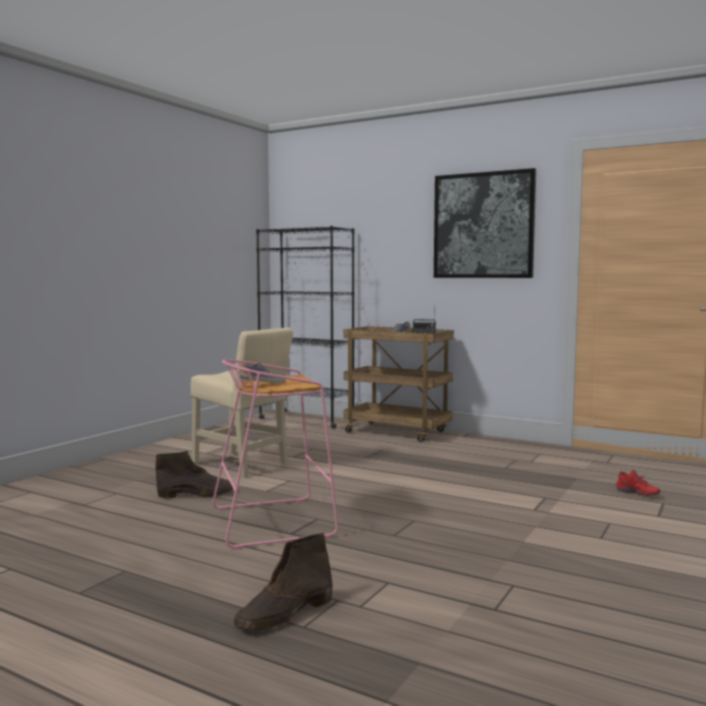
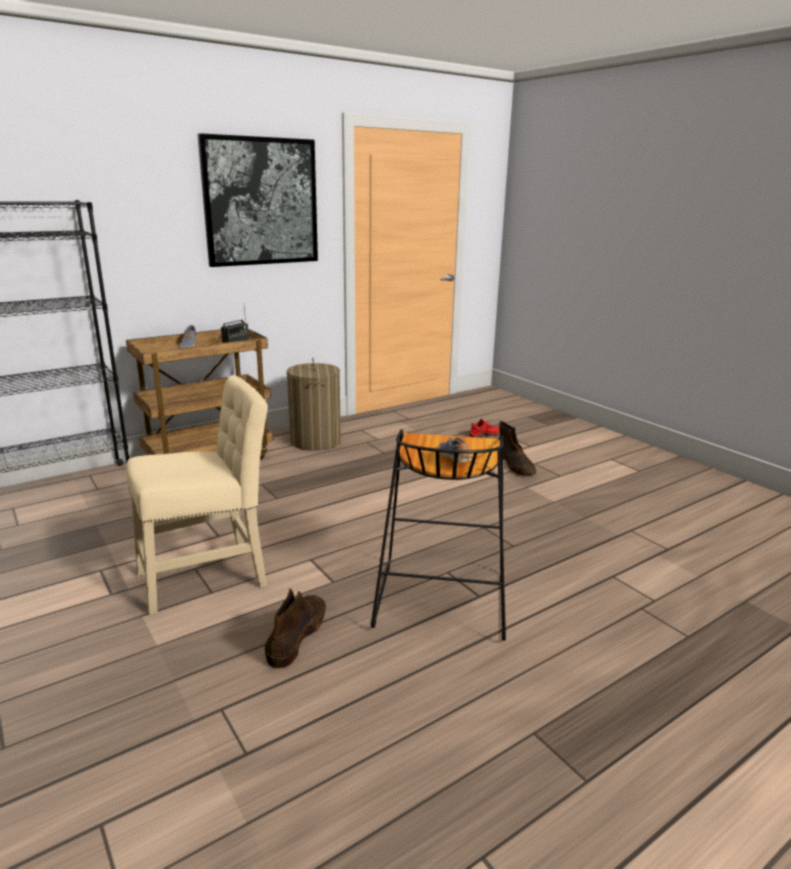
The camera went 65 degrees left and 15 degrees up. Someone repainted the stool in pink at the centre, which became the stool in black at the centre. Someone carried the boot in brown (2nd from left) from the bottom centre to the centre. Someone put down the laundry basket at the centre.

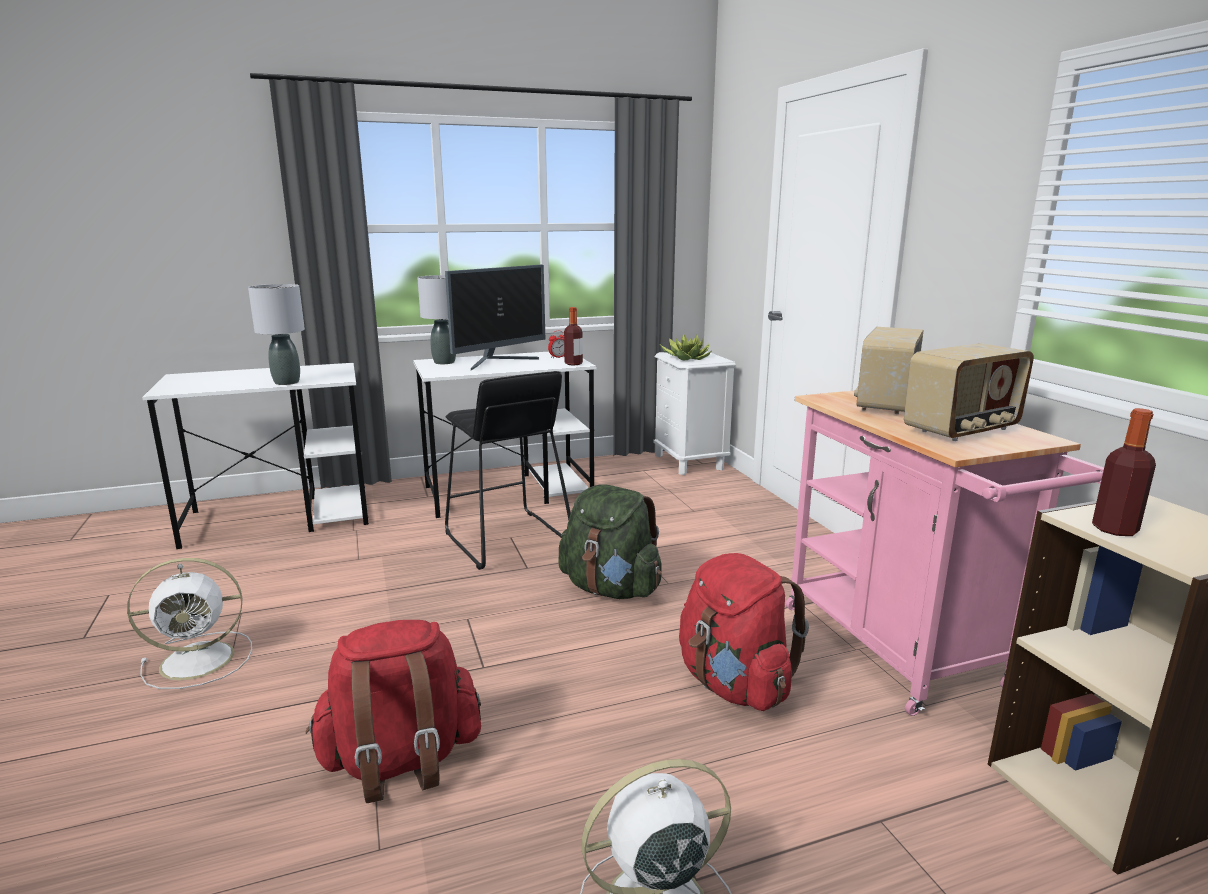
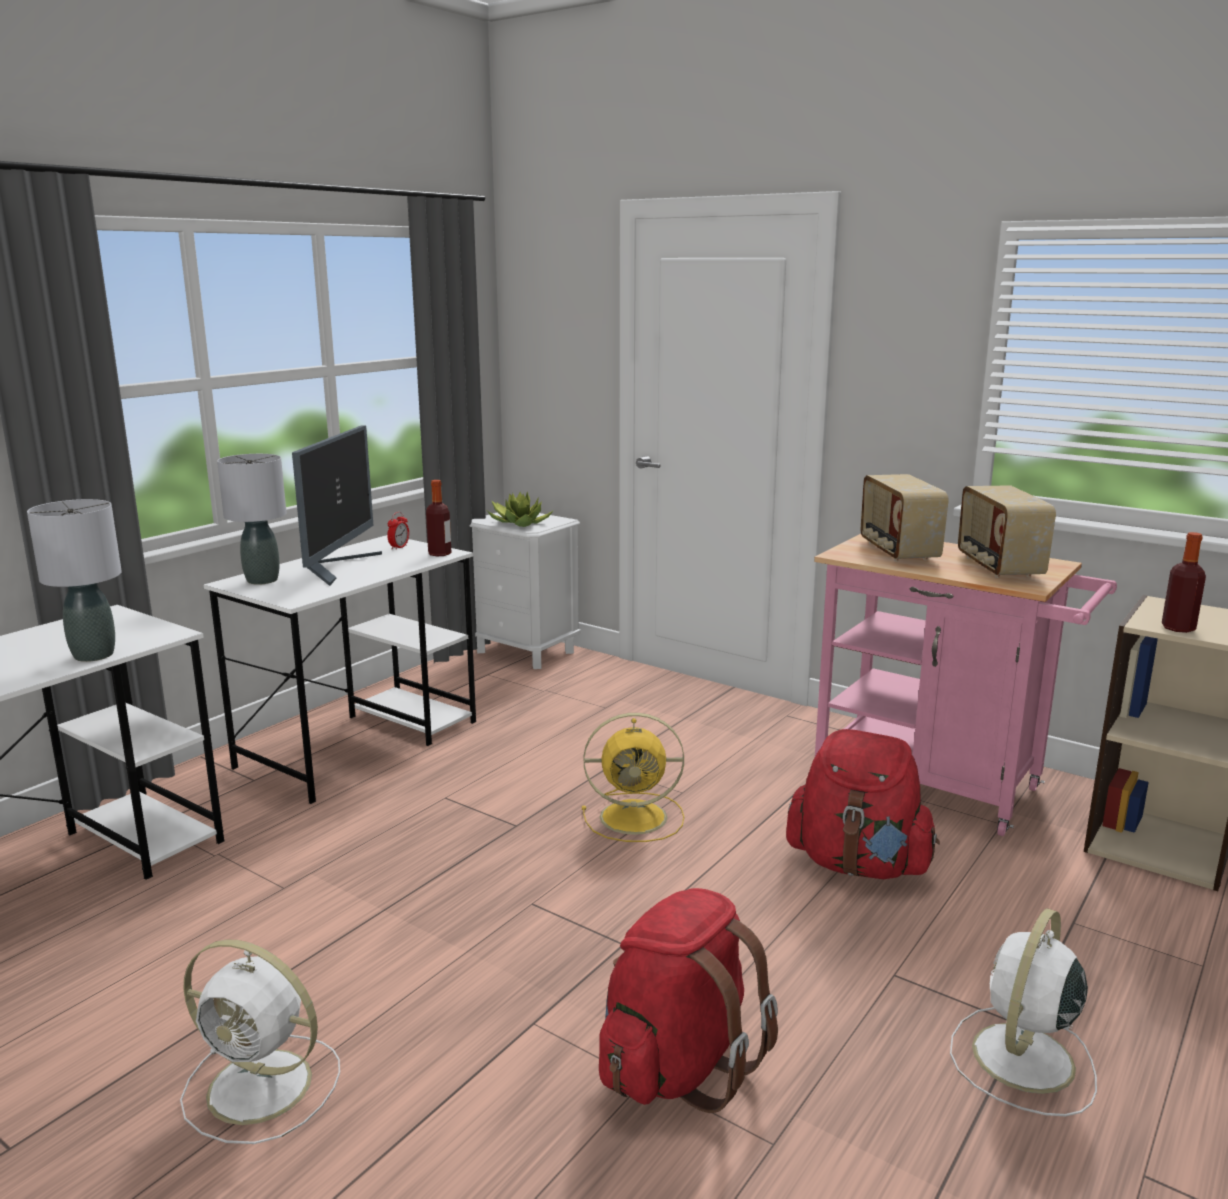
The camera went 35 degrees left and 0 degrees up. Someone rotated the radio (2nd from left) at the middle right by 150 degrees clockwise. Someone took away the stool in black at the centre. Someone swapped the backpack in green at the centre for the fan in yellow at the centre. Someone rotated the fan in white (1st from left) at the bottom left by 75 degrees clockwise.

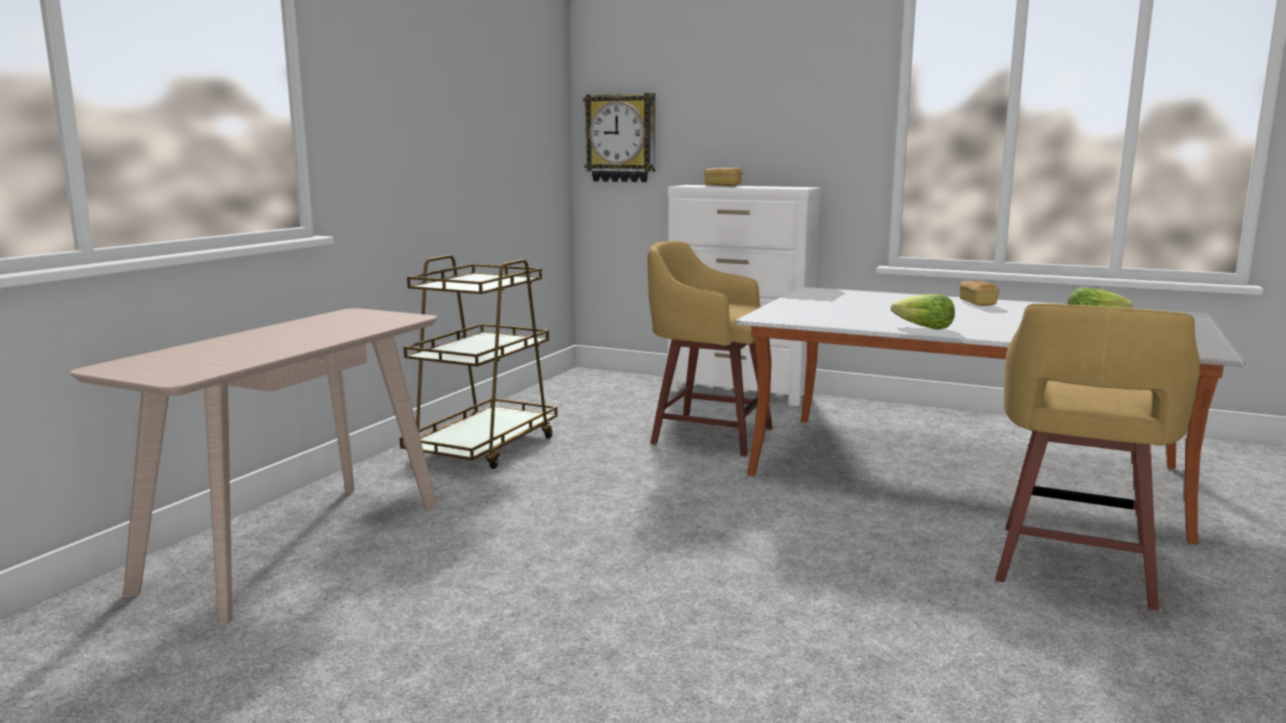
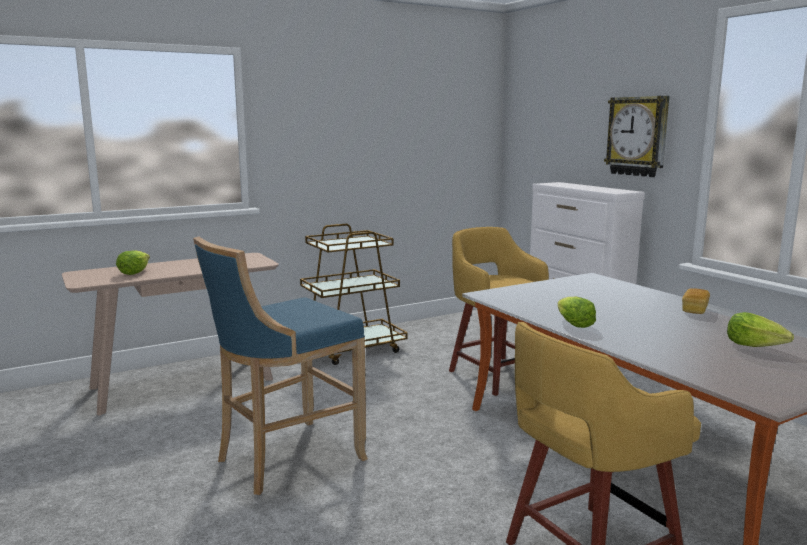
The camera went 35 degrees right and 0 degrees up. Someone carried the wall clock from the top centre to the top right. Someone took away the bread (1st from left) at the top centre. Someone put down the stool in blue at the bottom centre. Someone put down the lettuce (1st from left) at the middle left.

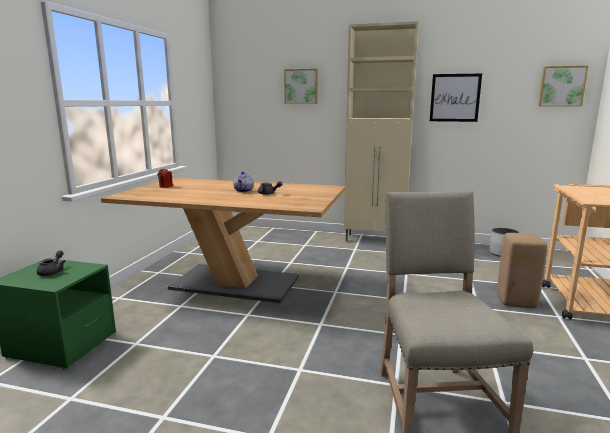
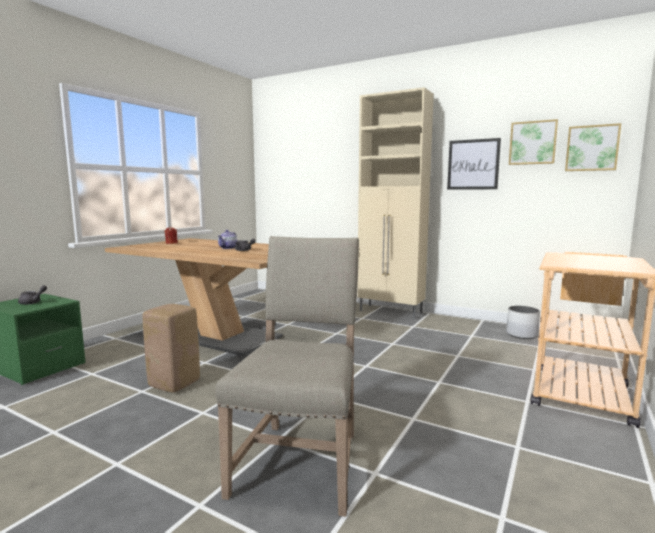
The camera went 15 degrees right and 5 degrees down. Someone carried the picture (1st from left in the first image) from the top centre to the top right. Someone carried the stool in beige from the middle right to the middle left.

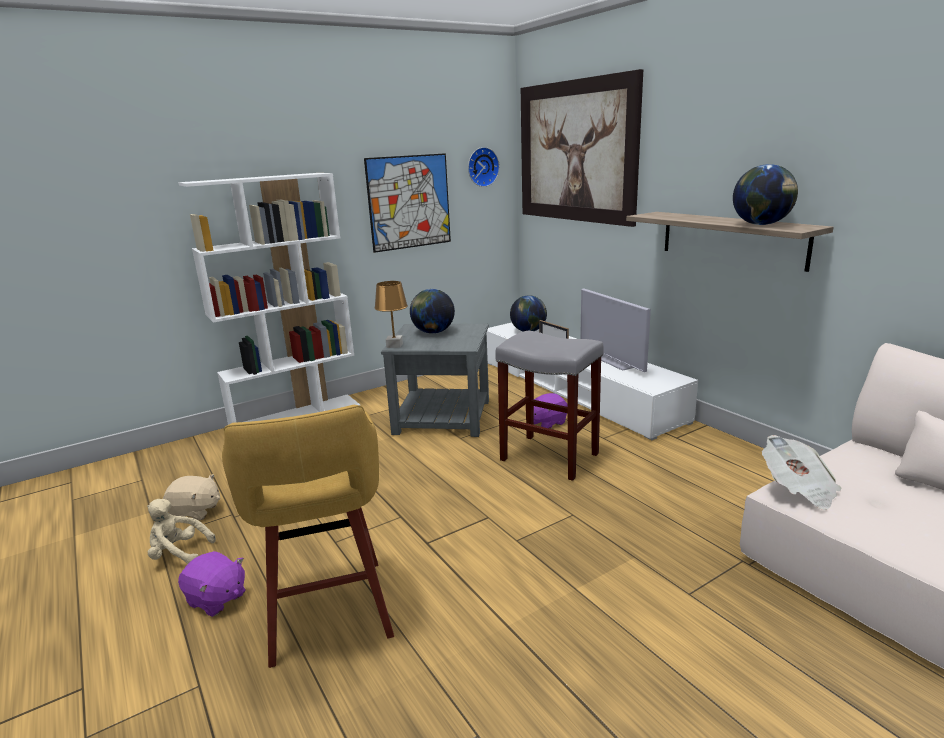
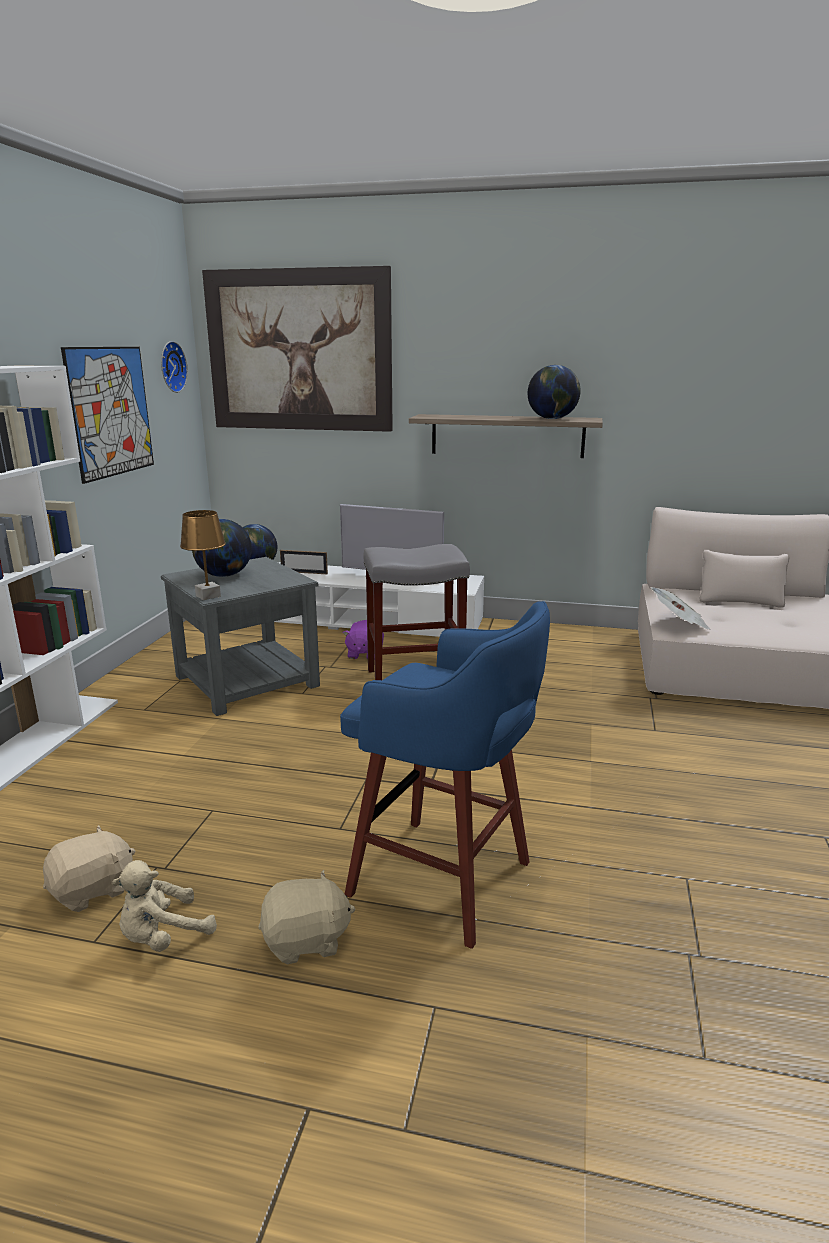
The camera went 45 degrees left and 0 degrees up. Someone repainted the stool in yellow at the bottom left, which became the stool in blue at the centre. Someone repainted the plush toy in purple (1st from left) at the bottom left, which became the plush toy in beige (3rd from left) at the bottom centre.

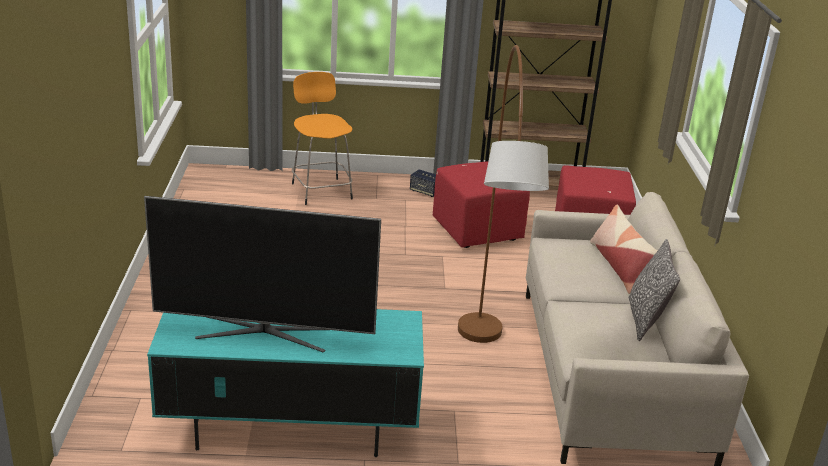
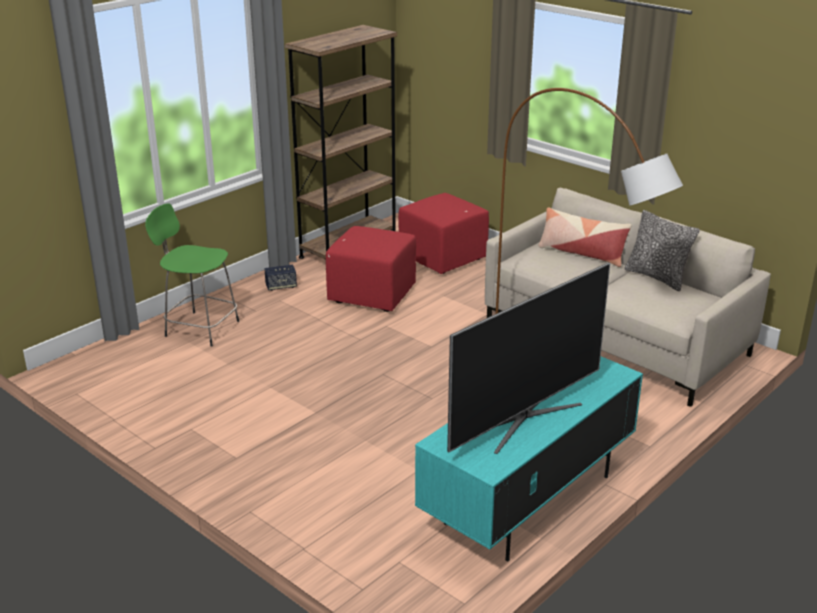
The camera went 45 degrees left and 0 degrees up. Someone repainted the stool in orange at the top centre, which became the stool in green at the middle left.

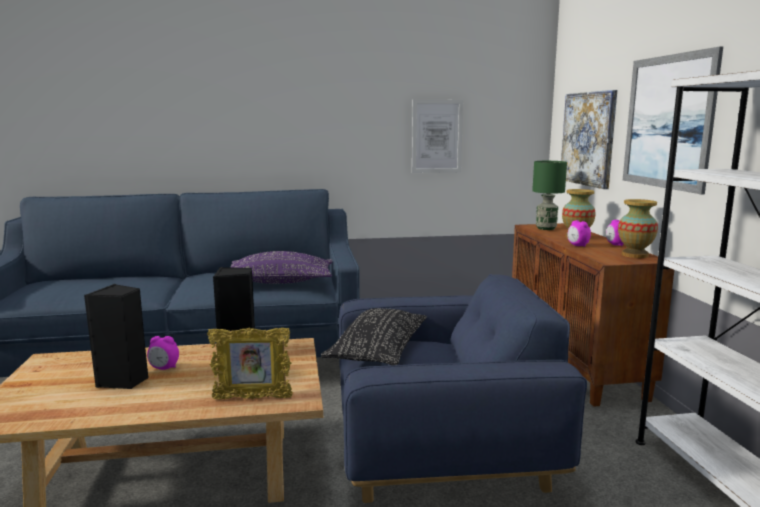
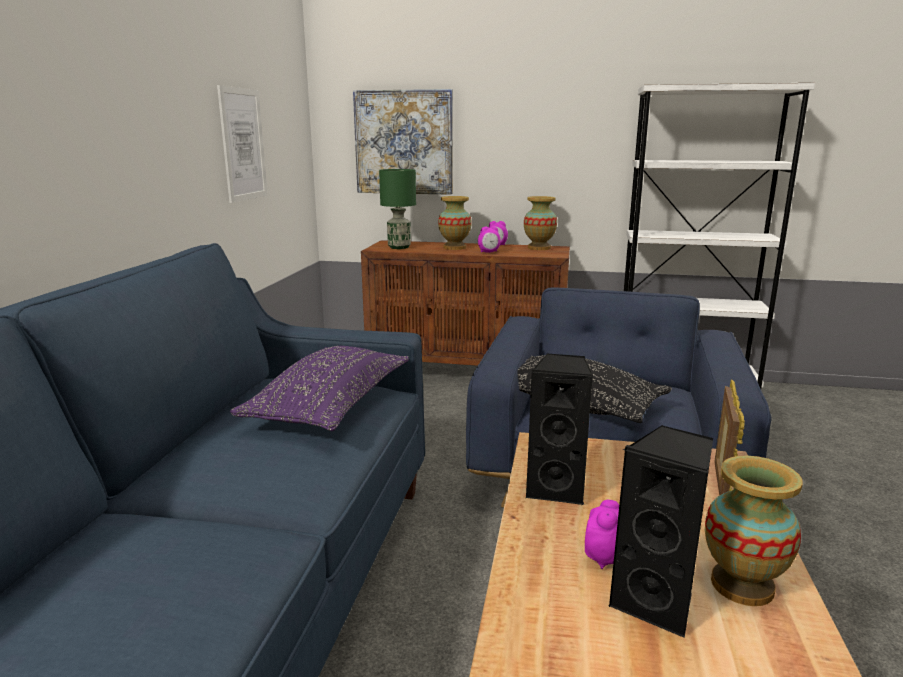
The camera went 70 degrees left and 5 degrees up. Someone took away the picture (3rd from left) at the top right. Someone put down the vase (3rd from left) at the bottom right.

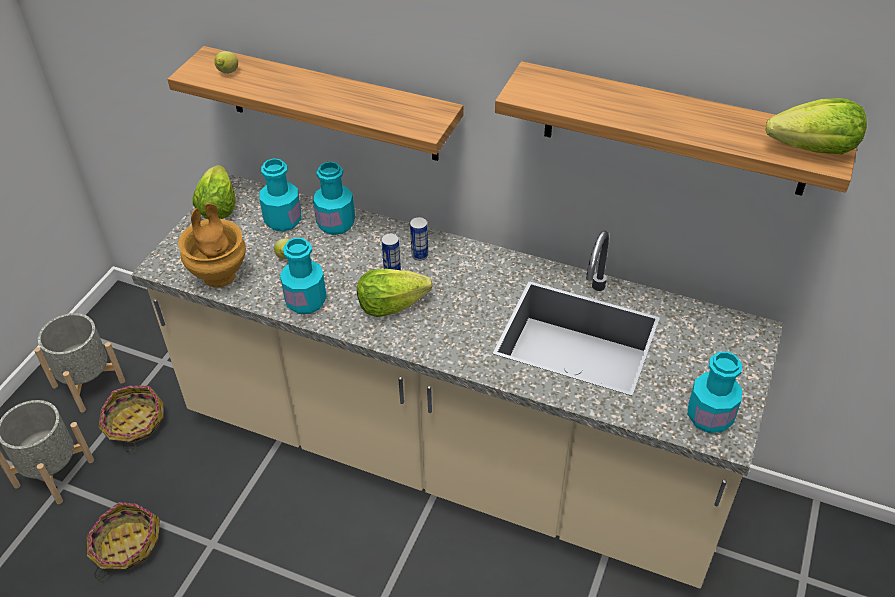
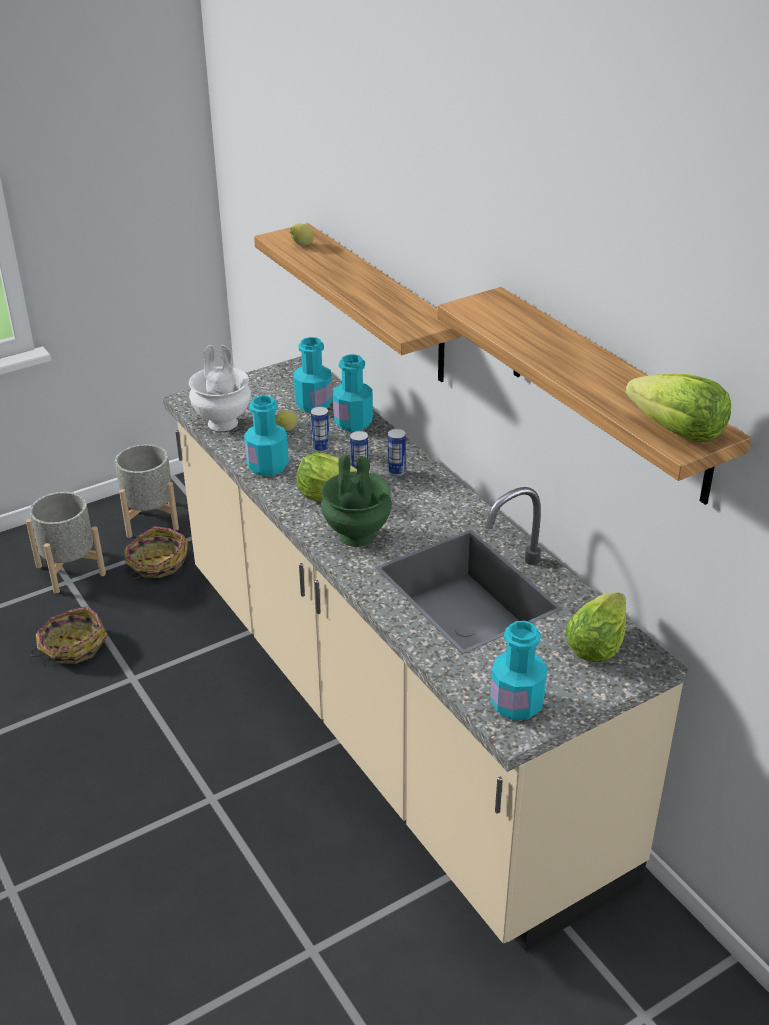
The camera went 35 degrees right and 10 degrees down. Someone carried the lettuce (1st from left in the first image) from the top left to the middle right. Someone repainted the vase in brown at the middle left, which became the vase in white at the middle left. Someone put down the can (1st from left) at the centre. Someone put down the vase in green at the centre.

